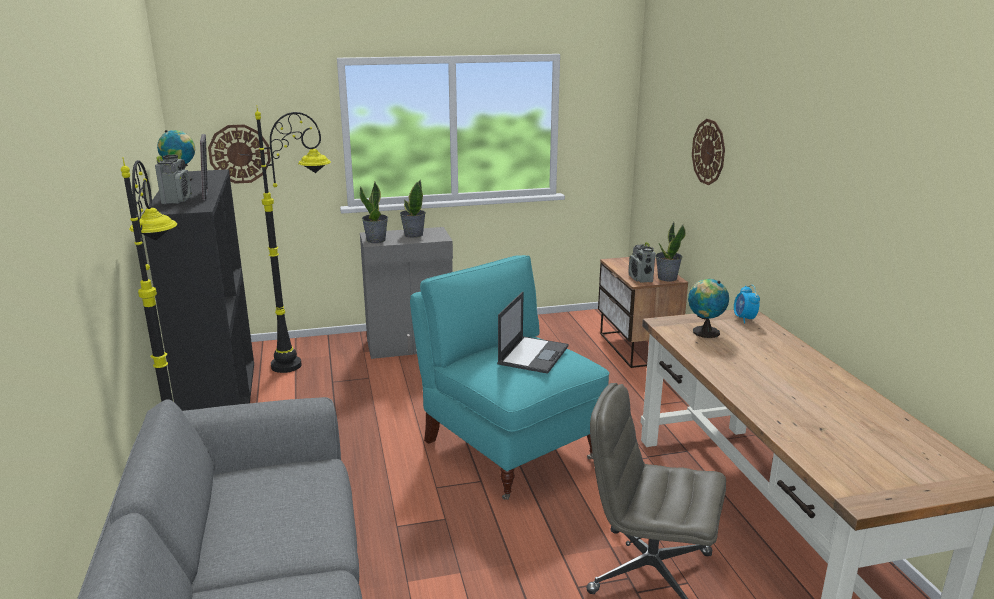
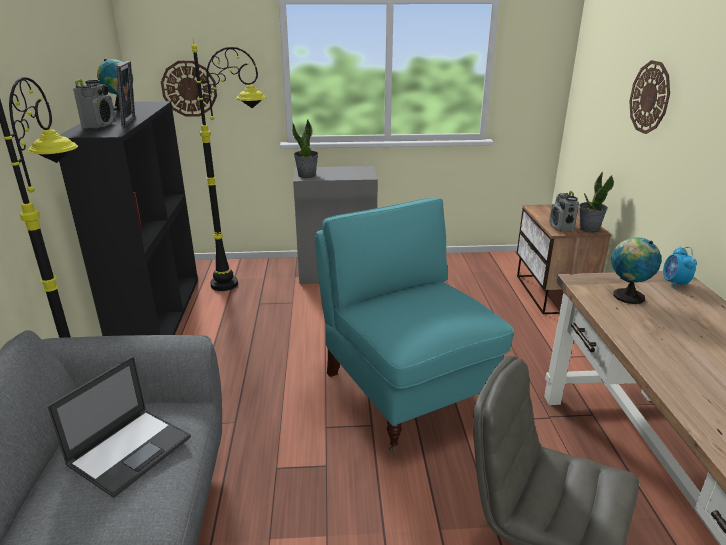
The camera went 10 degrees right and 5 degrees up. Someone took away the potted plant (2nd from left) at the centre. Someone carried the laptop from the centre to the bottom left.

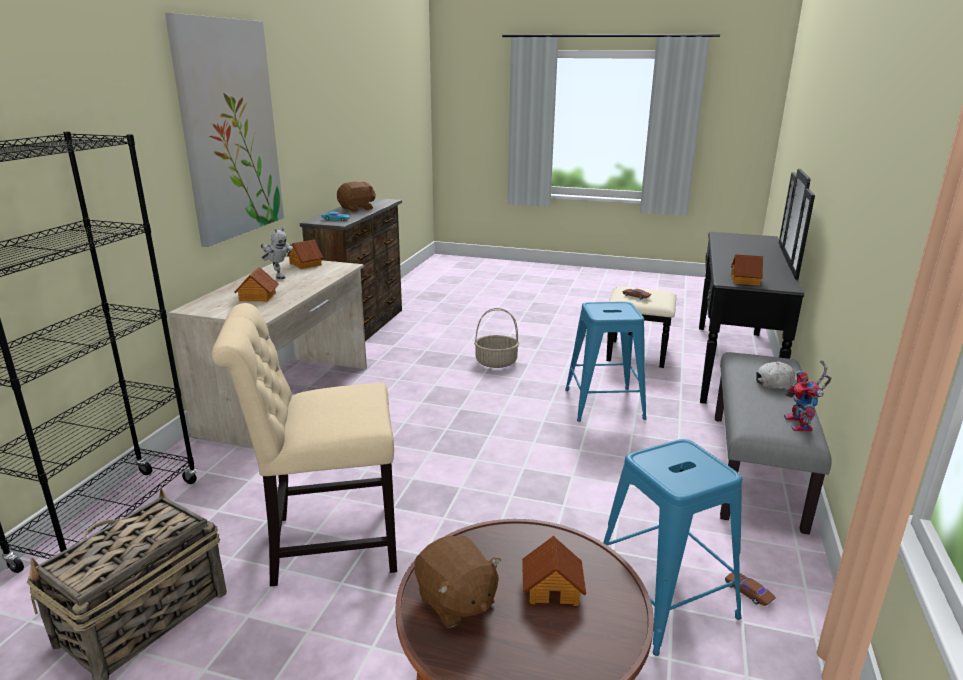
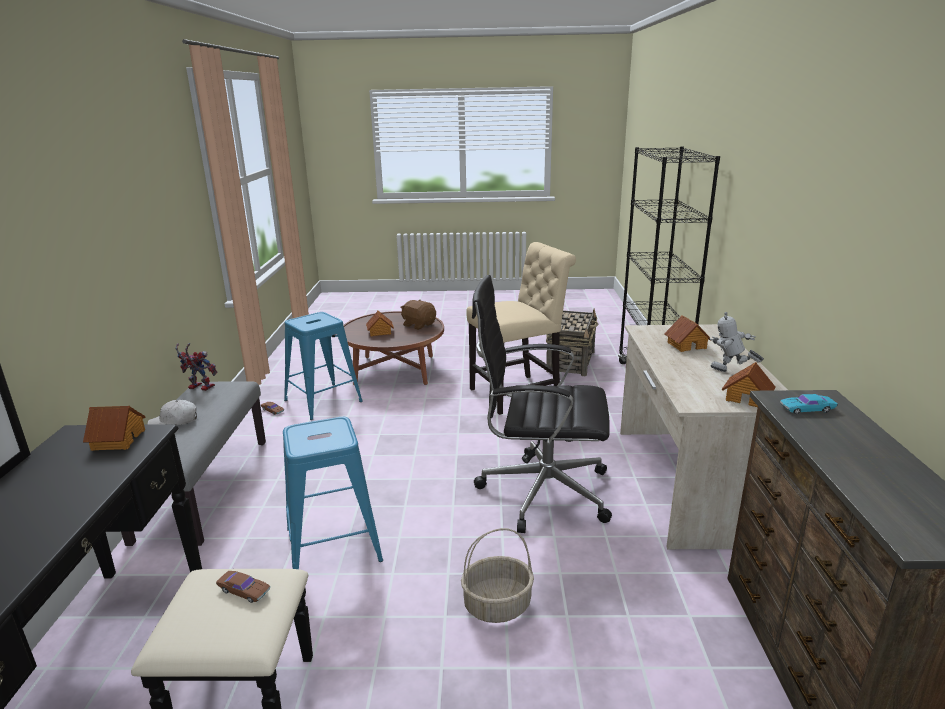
The camera went 165 degrees right and 0 degrees up. Someone took away the picture at the top left. Someone took away the plush toy in brown (1st from left) at the top centre. Someone rotated the toy robot (2nd from left in the first image) at the middle right by 60 degrees counterclockwise. Someone put down the office chair in black at the centre.

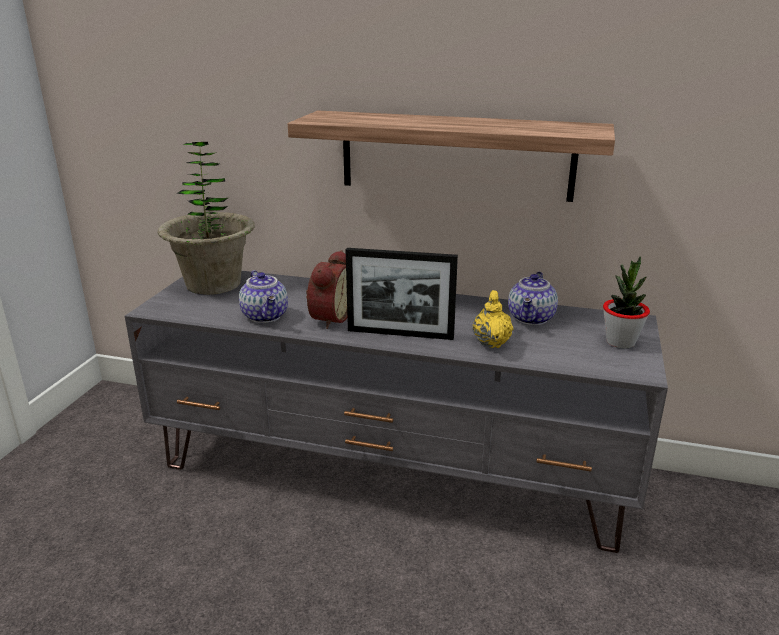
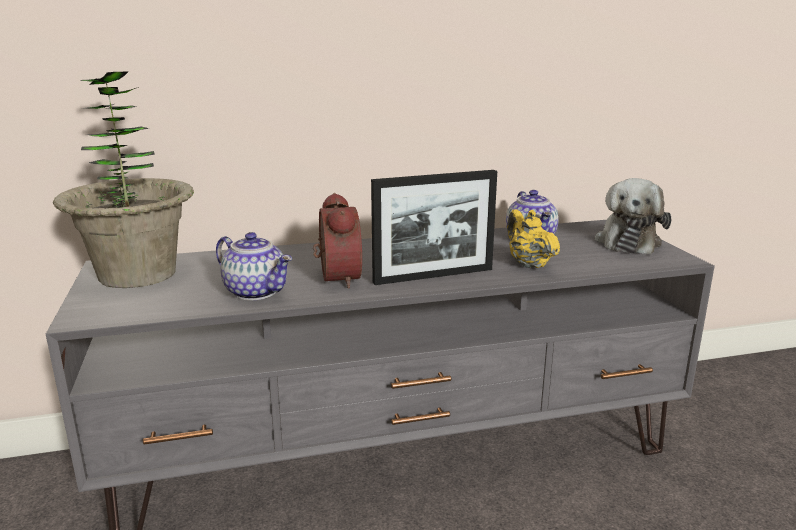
The camera went 30 degrees left and 5 degrees down. Someone took away the shelf at the top centre. Someone swapped the potted plant (2nd from left) at the middle right for the plush toy at the middle right.

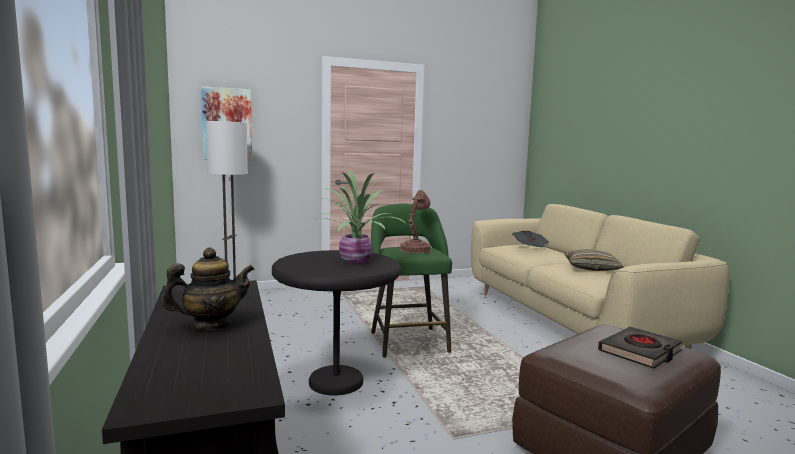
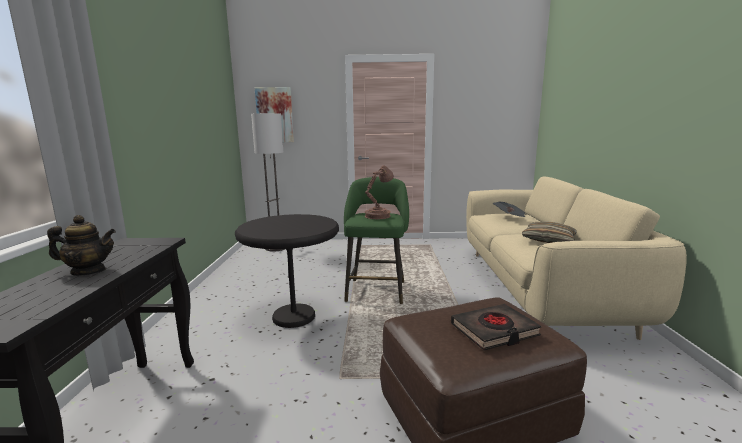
The camera went 20 degrees right and 5 degrees up. Someone took away the potted plant at the centre.

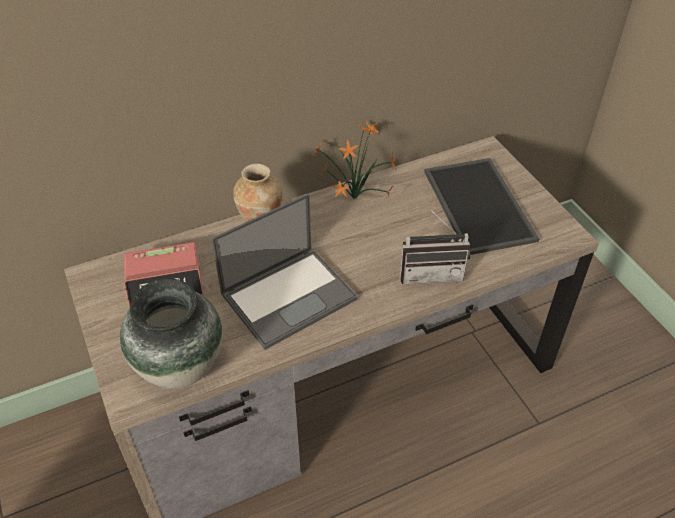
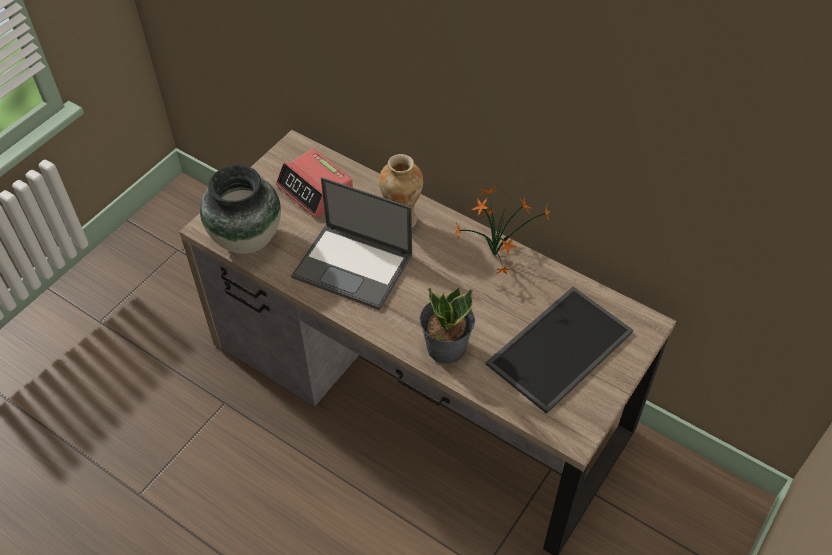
The camera went 60 degrees right and 5 degrees up. Someone swapped the radio at the centre for the potted plant (1st from left) at the centre.

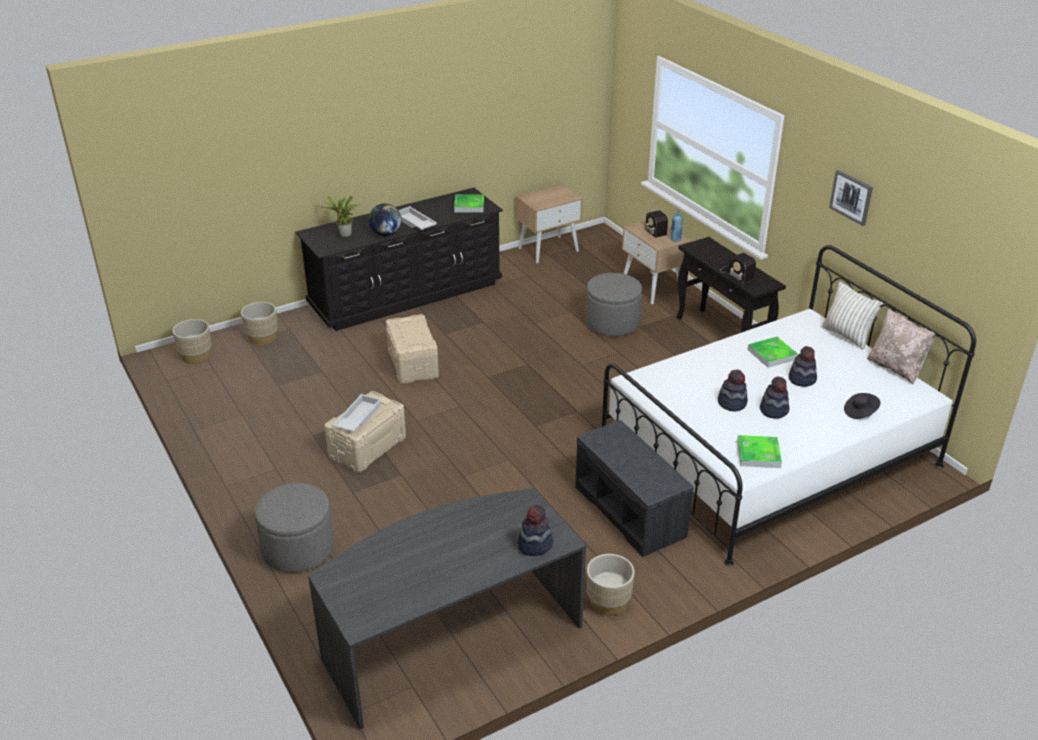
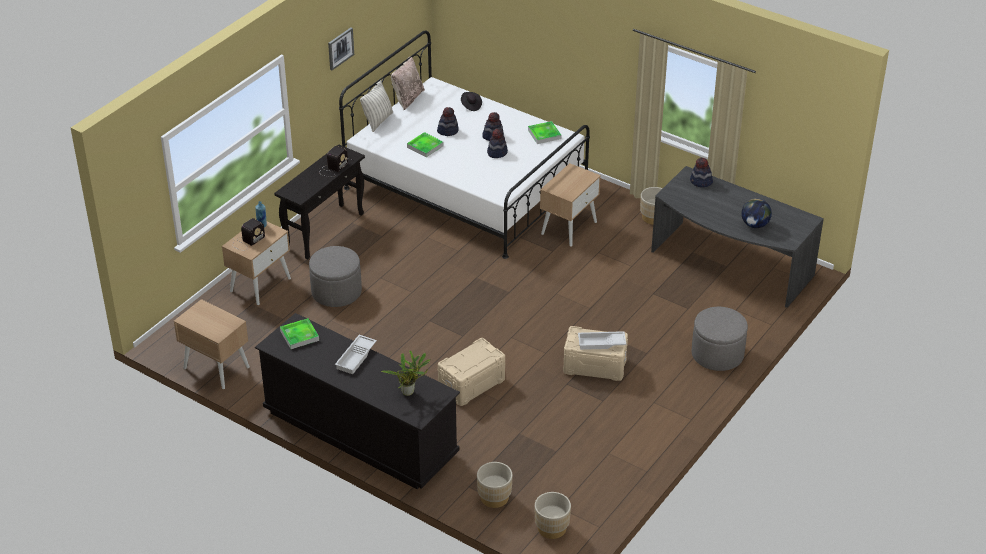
The camera went 115 degrees left and 5 degrees up. Someone carried the globe from the top centre to the middle right. Someone swapped the bench in grey at the centre for the nightstand in beige (3rd from left) at the centre.

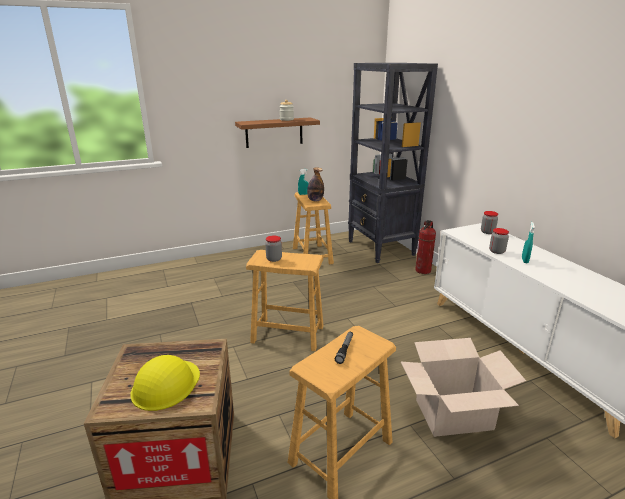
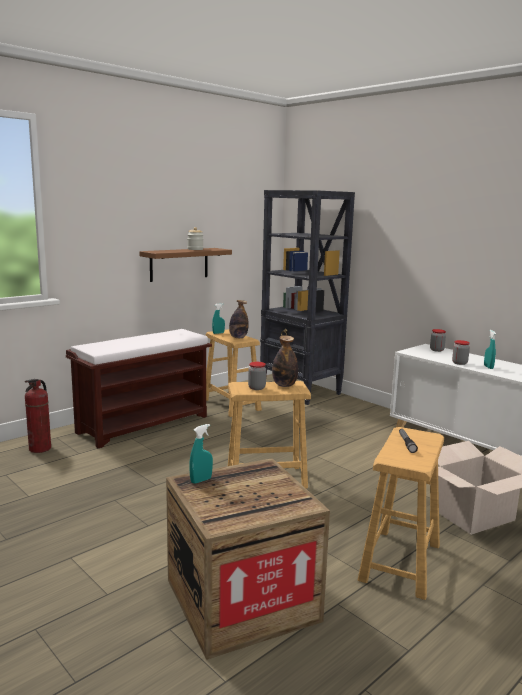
The camera went 20 degrees left and 10 degrees down. Someone carried the fire extinguisher from the middle right to the middle left. Someone took away the hard hat in yellow at the bottom left. Someone put down the bench in brown at the middle left. Someone put down the bottle (2nd from left) at the centre. Someone put down the spray bottle in turquoise (1st from left) at the centre.

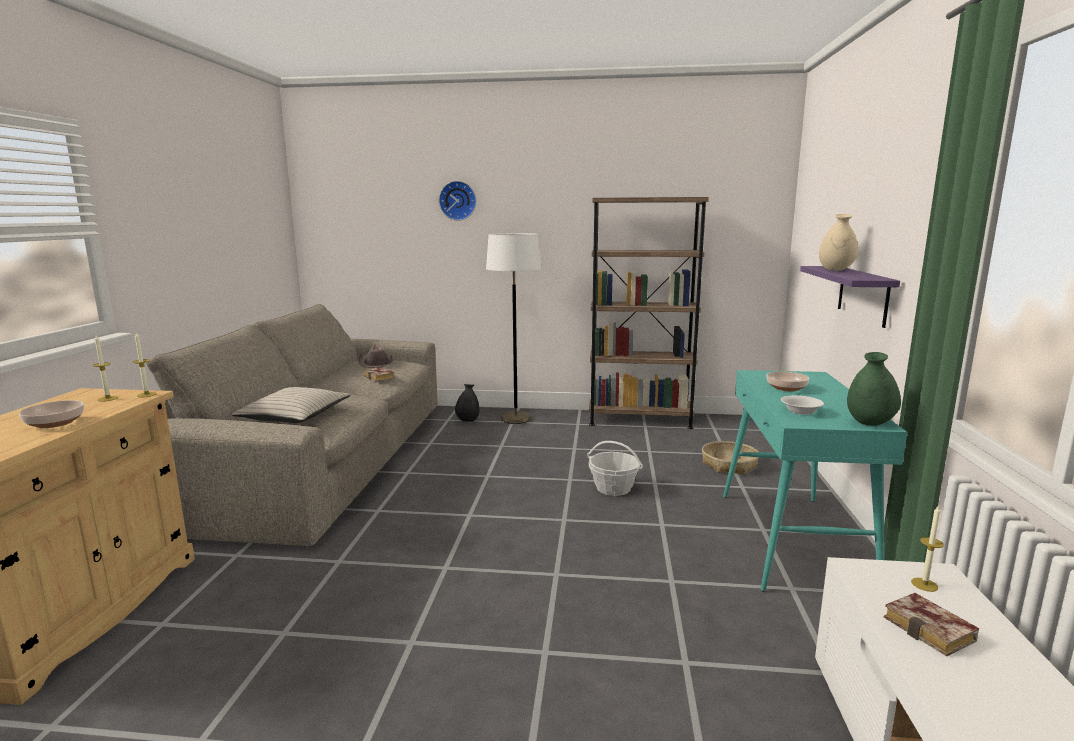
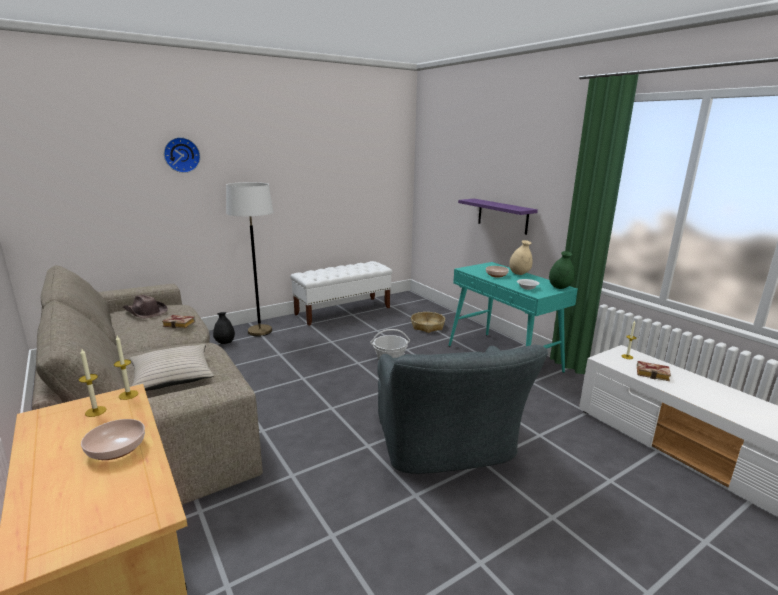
The camera went 40 degrees left and 5 degrees up. Someone swapped the bookcase in brown at the centre for the bench in white at the centre. Someone carried the vase in beige from the top right to the middle right. Someone put down the armchair in grey at the bottom centre.

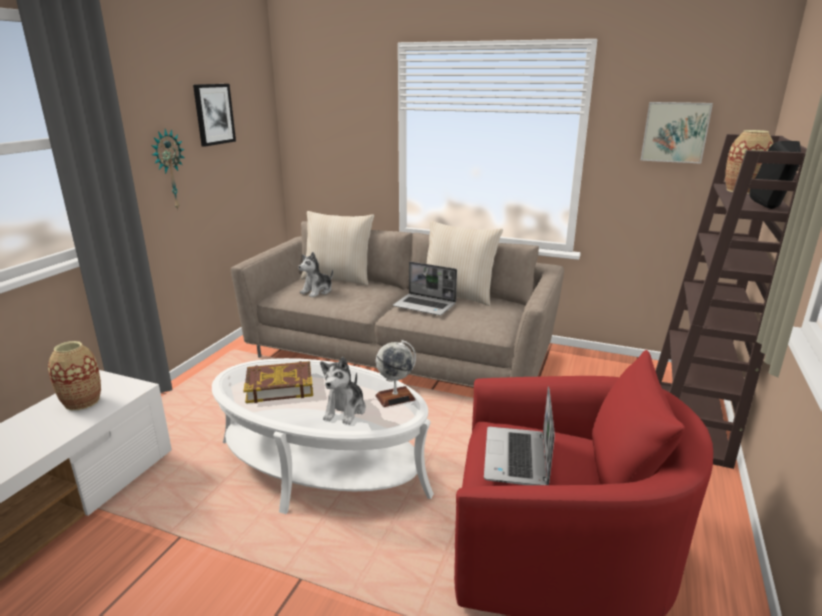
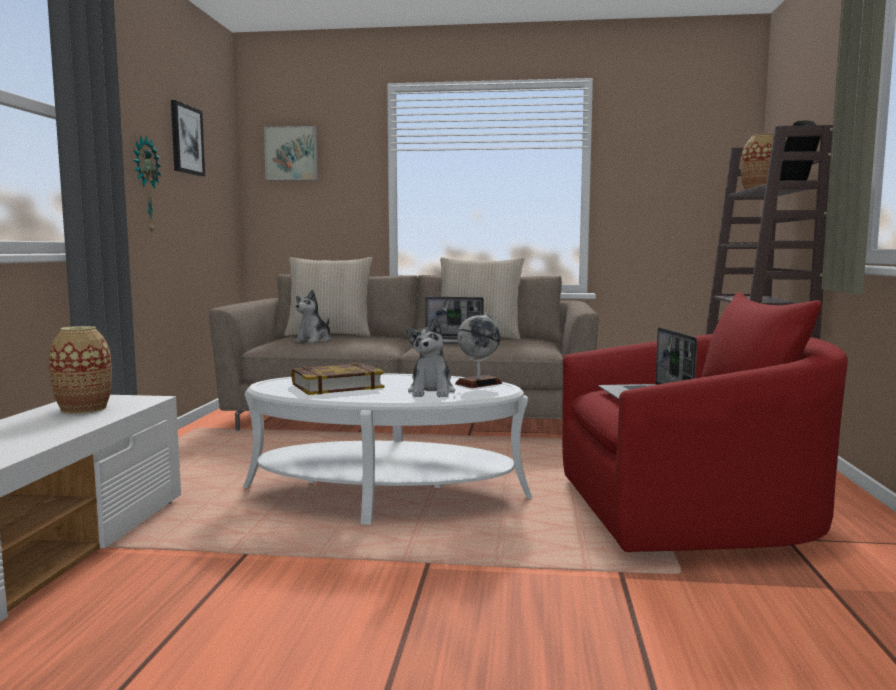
The camera went 15 degrees left and 15 degrees down. Someone carried the picture (2nd from left) from the top right to the top left.

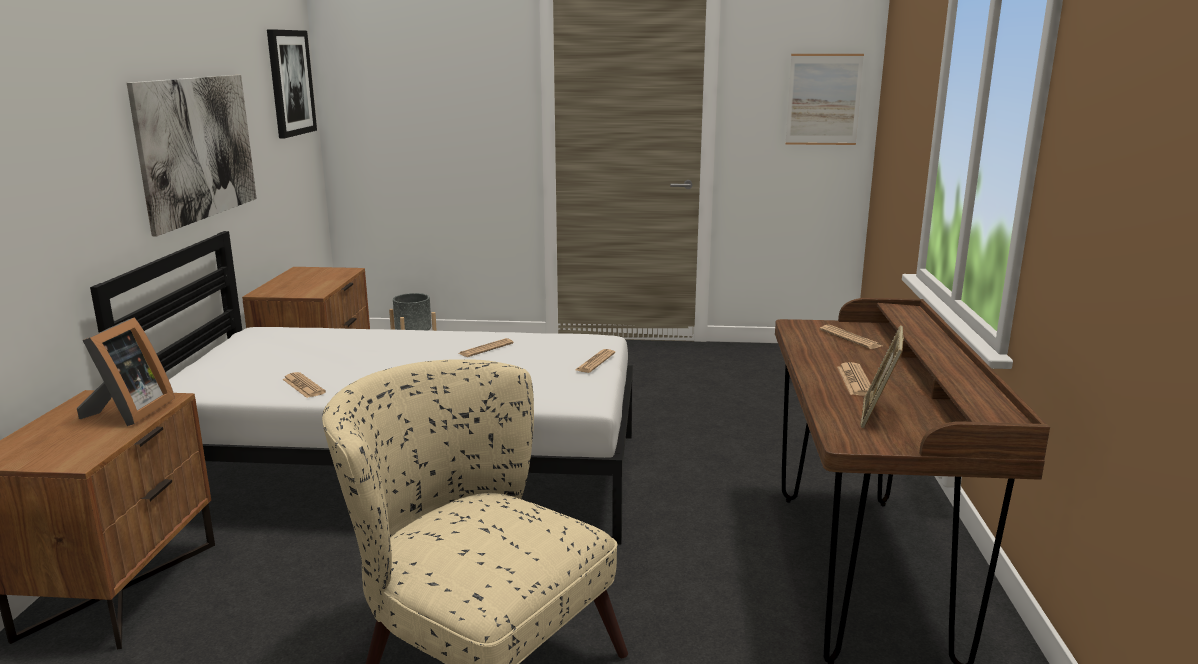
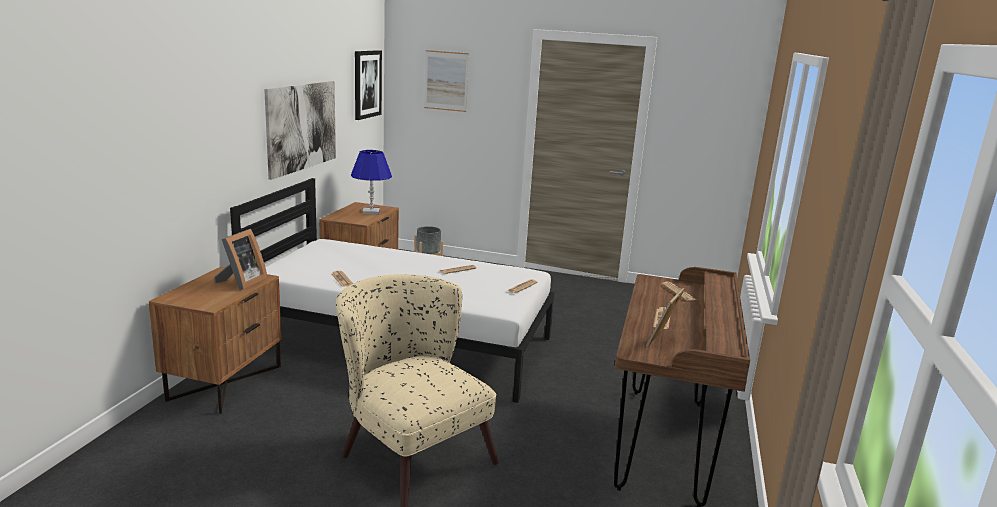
The camera went 10 degrees right and 0 degrees up. Someone carried the picture (3rd from left) from the top right to the top centre. Someone put down the table lamp in blue at the centre.

